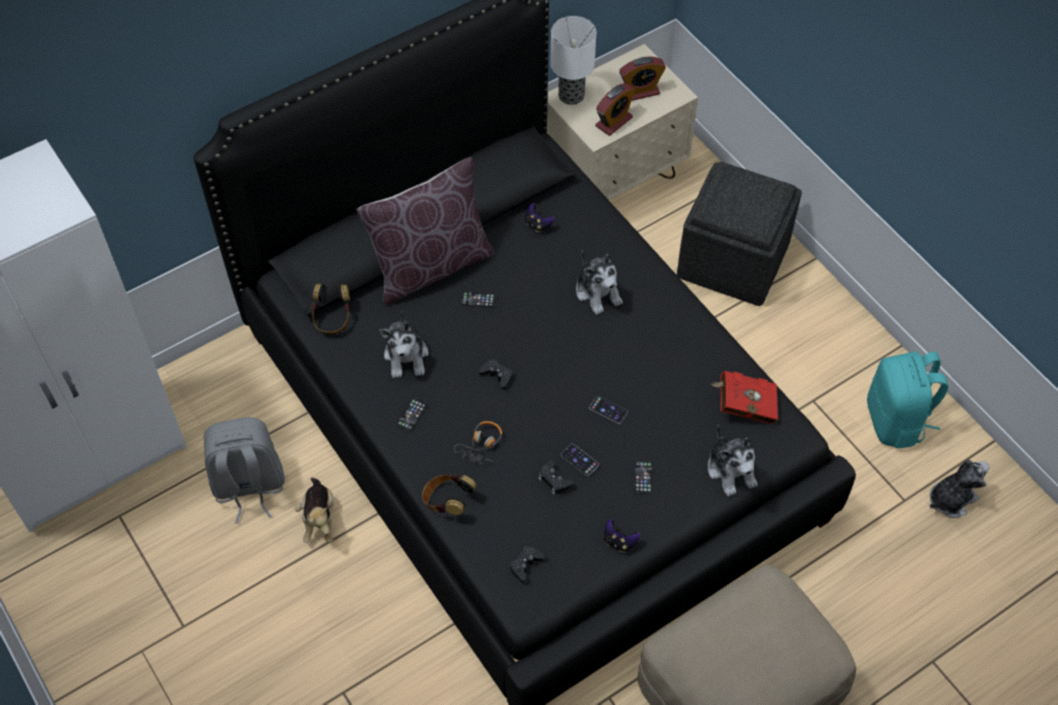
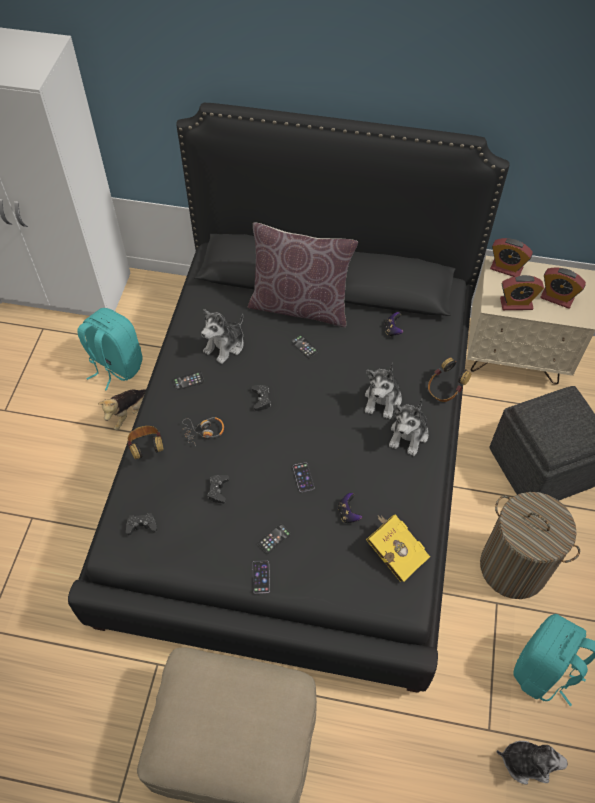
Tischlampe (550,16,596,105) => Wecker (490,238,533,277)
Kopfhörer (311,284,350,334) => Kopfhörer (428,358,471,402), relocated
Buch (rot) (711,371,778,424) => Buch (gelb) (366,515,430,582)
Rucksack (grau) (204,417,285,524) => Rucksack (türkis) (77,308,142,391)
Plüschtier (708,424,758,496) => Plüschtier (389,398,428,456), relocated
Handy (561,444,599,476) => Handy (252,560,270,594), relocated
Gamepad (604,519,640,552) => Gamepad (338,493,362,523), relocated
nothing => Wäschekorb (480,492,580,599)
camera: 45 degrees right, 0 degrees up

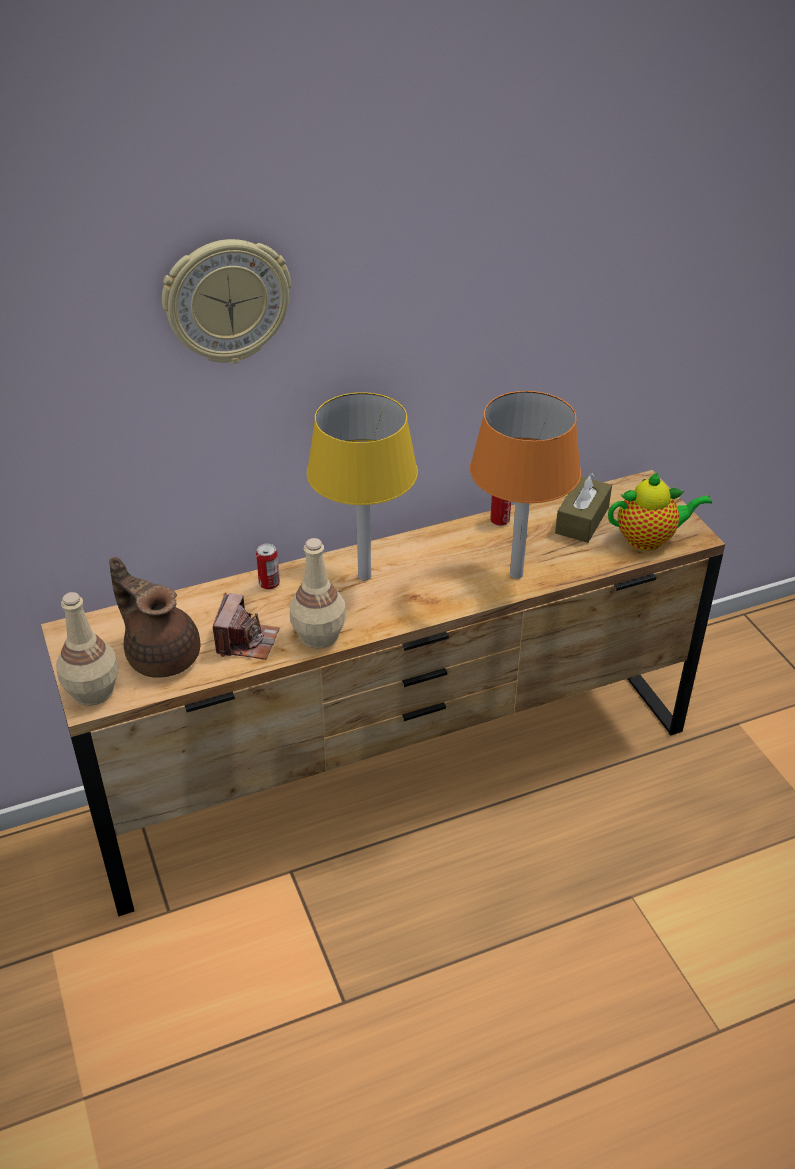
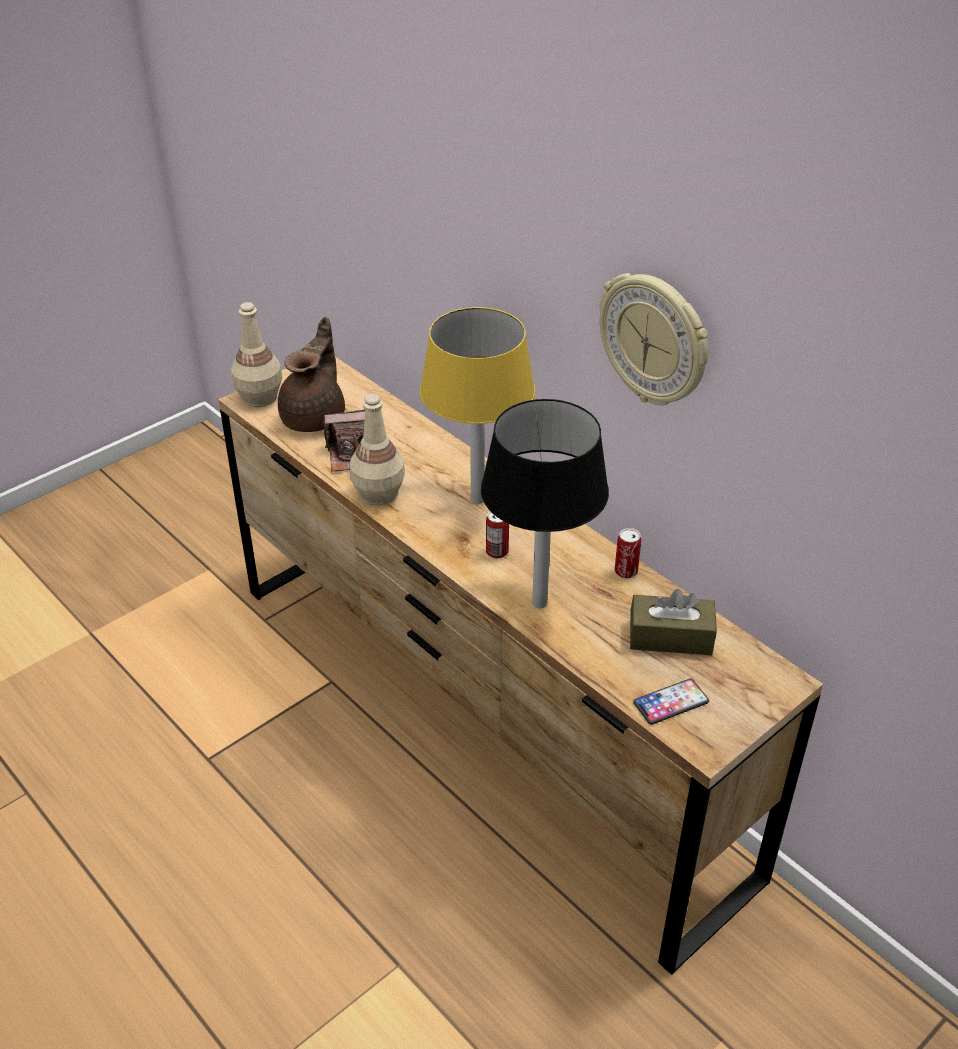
Wanduhr (162,239,291,364) => Wanduhr (599,273,708,405), relocated
Tischlampe (orange) (470,391,581,579) => Tischlampe (schwarz) (481,399,609,608)
Teekanne (608,472,712,551) => Handy (633,678,709,725)
Dose (256,544,280,590) => Dose (486,511,509,559), relocated
camera: 70 degrees right, 0 degrees up

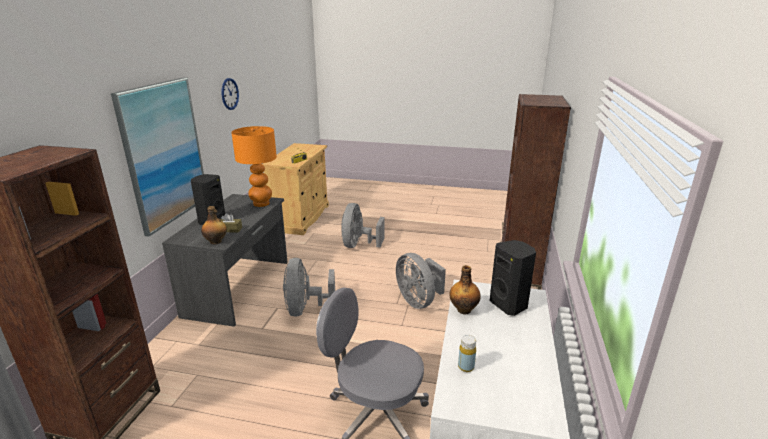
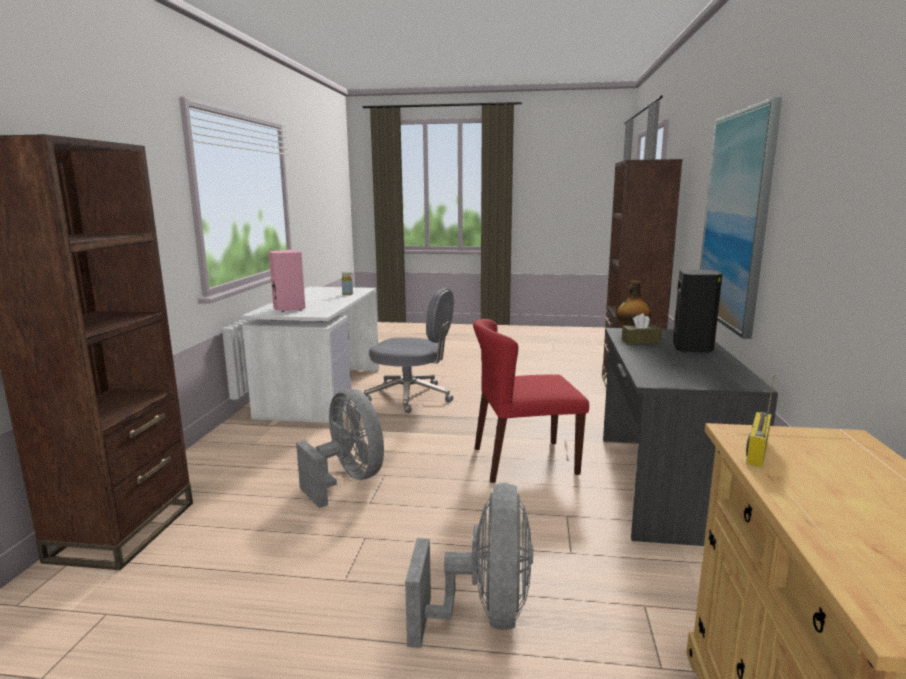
Wanduhr (221,78,239,110) => nothing
Tischlampe (orange) (231,126,277,207) => nothing
Lautsprecher (schwarz) (490,240,536,316) => Lautsprecher (rosa) (269,250,305,312)
Ventilator (grau) (283,258,335,316) => Stuhl (rot) (473,319,589,483)
Flasche (449,265,481,314) => nothing
camera: 175 degrees right, 10 degrees down

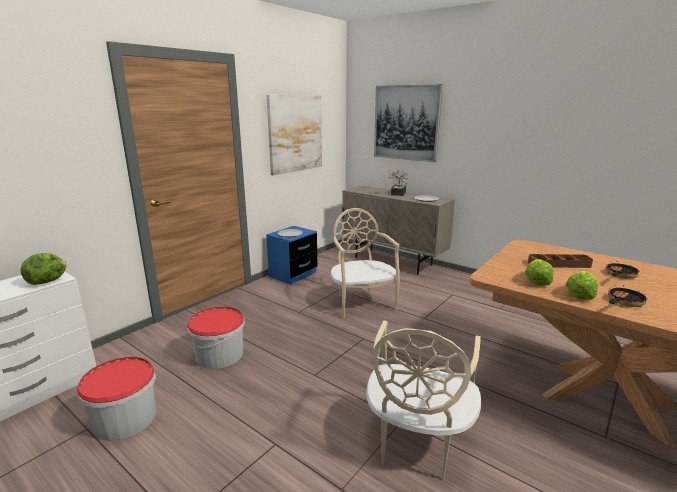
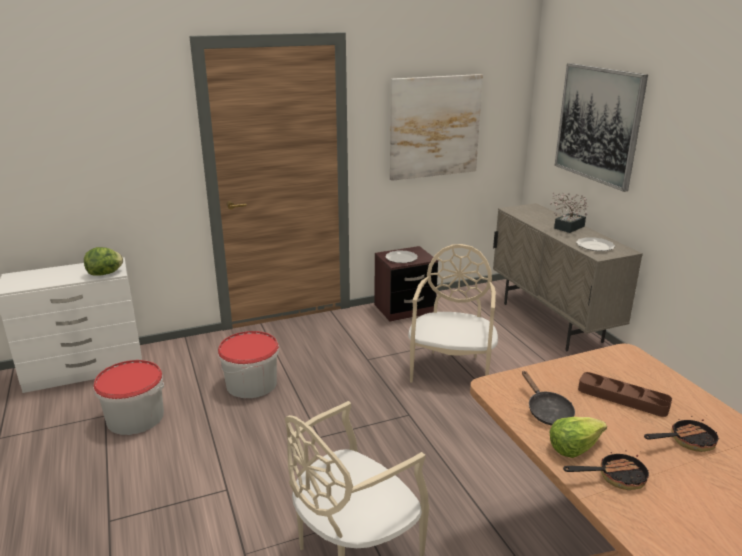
Nachttisch (blau) (266,226,317,285) => Nachttisch (braun) (375,246,438,322)
Salatkopf (525,259,554,286) => Pfanne (schwarz) (522,371,575,426)
camera: 30 degrees right, 5 degrees up

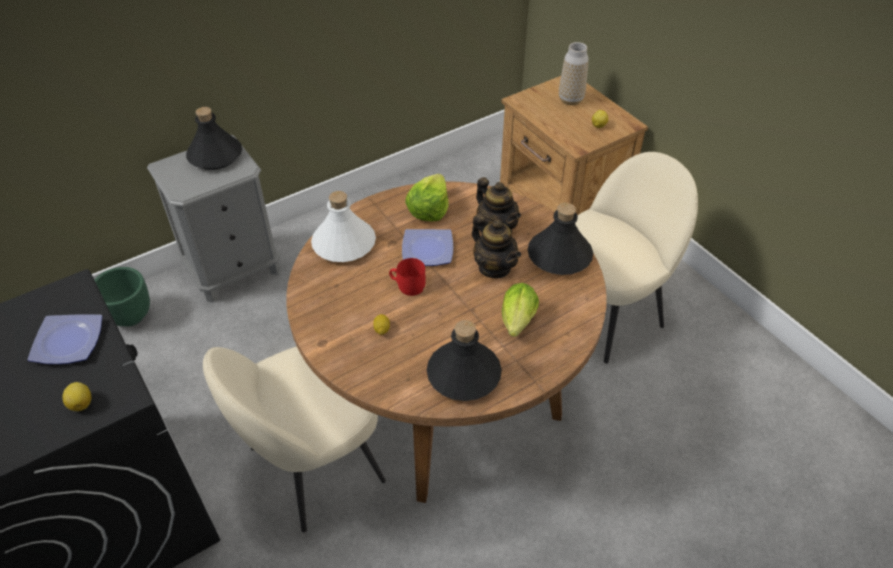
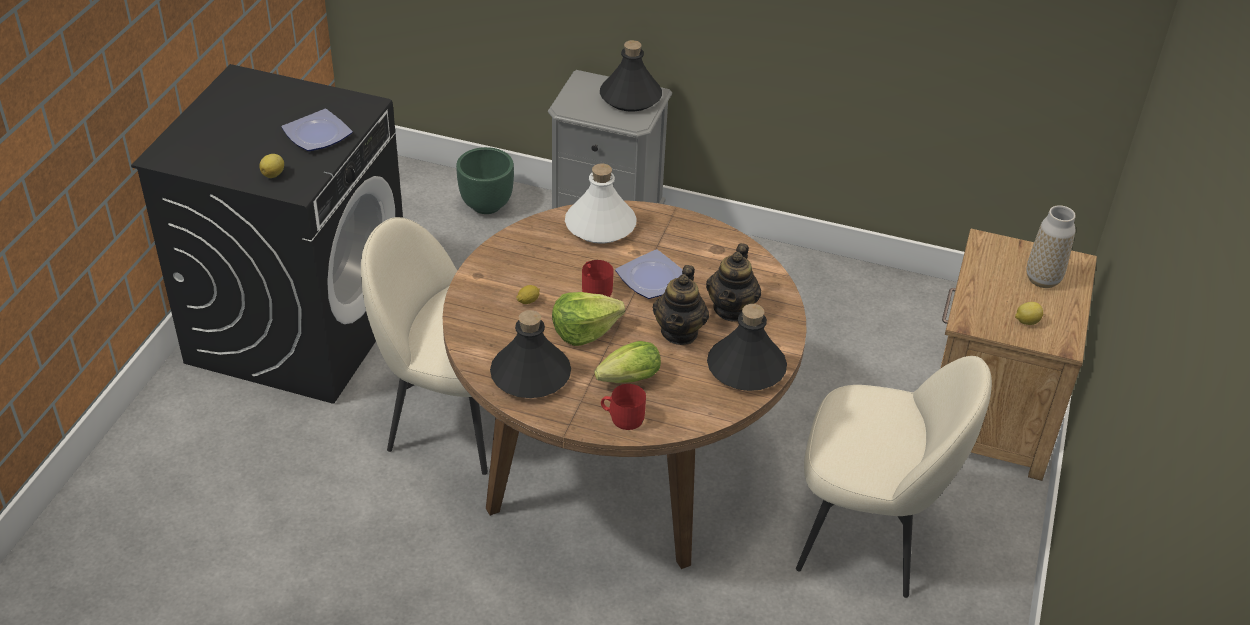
Salatkopf (405,174,448,221) => Salatkopf (552,292,625,346), relocated
nothing => Henkelbecher (rot) (601,384,646,430)
camera: 50 degrees right, 5 degrees down

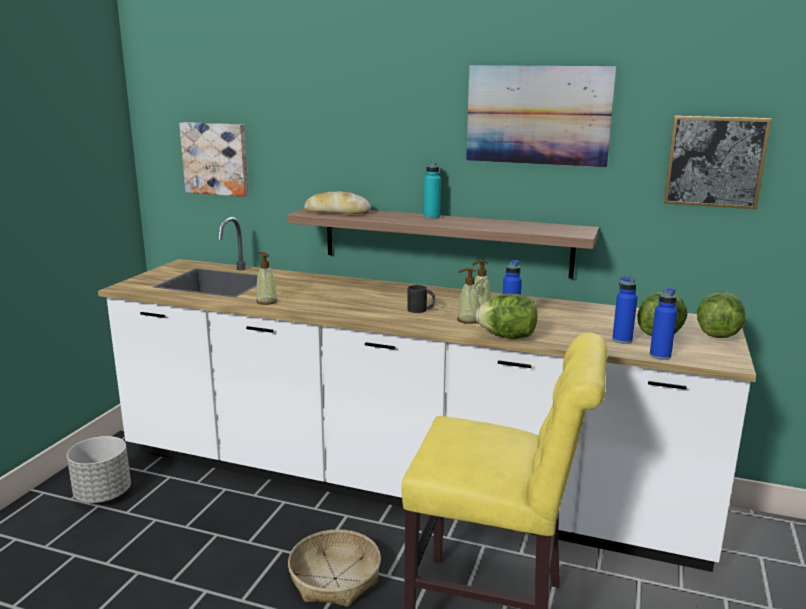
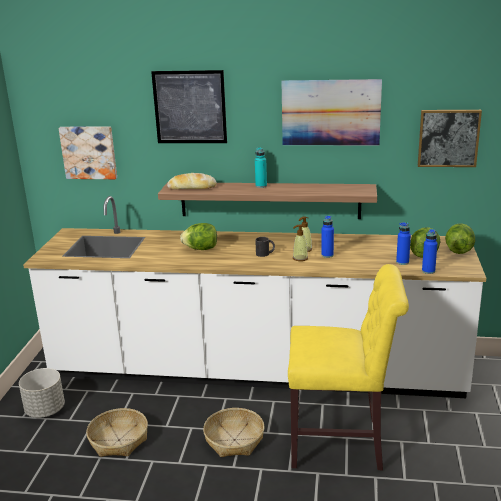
Seifenspender (256,252,278,305) => nothing
Salatkopf (476,294,537,339) => Salatkopf (180,223,217,250), relocated
nothing => Bild (151,70,227,143)
nothing => Korb (86,408,148,457)
camera: 10 degrees left, 5 degrees up

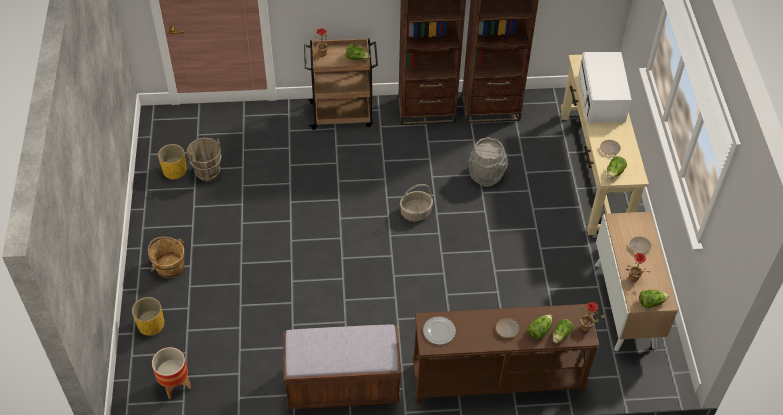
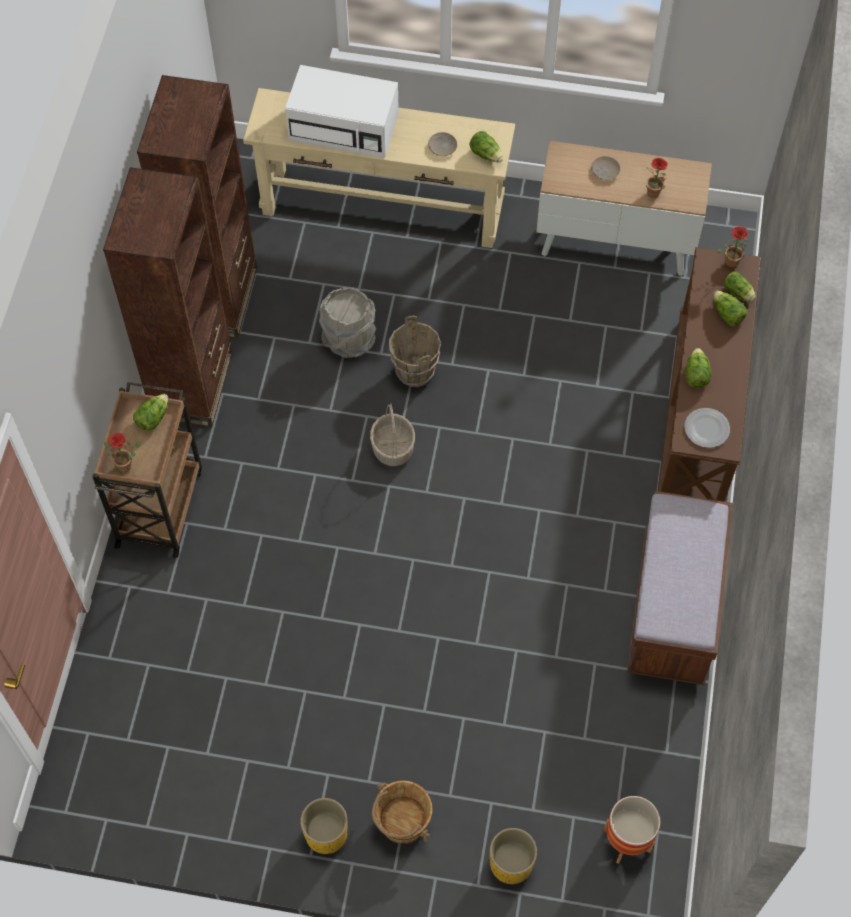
Eimer (braun) (187,138,221,181) => Eimer (braun) (389,316,441,387), relocated
Pflanzkübel (gelb) (158,144,187,180) => Pflanzkübel (gelb) (300,798,348,854), relocated
Salatkopf (639,290,669,308) => Salatkopf (686,348,711,388), relocated
Teller (beige) (496,318,519,338) => nothing
camera: 75 degrees left, 10 degrees up

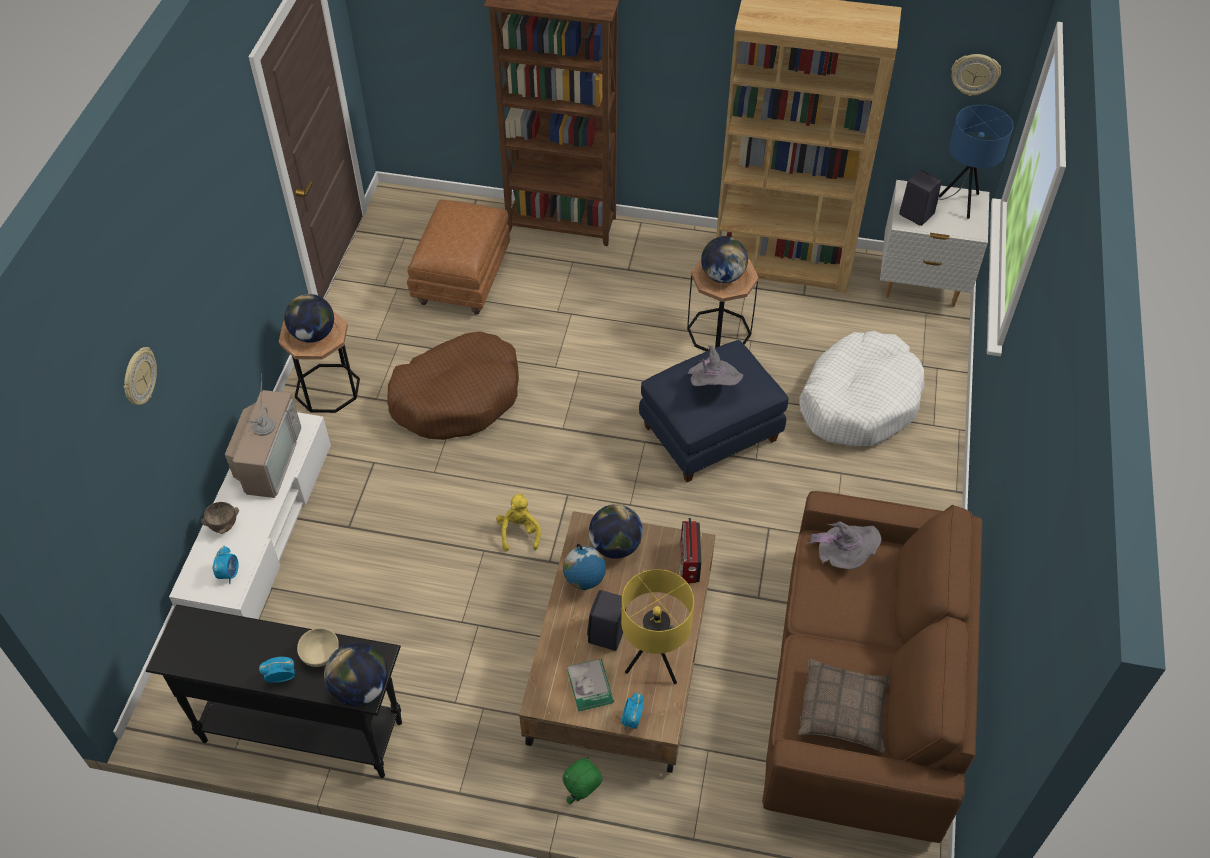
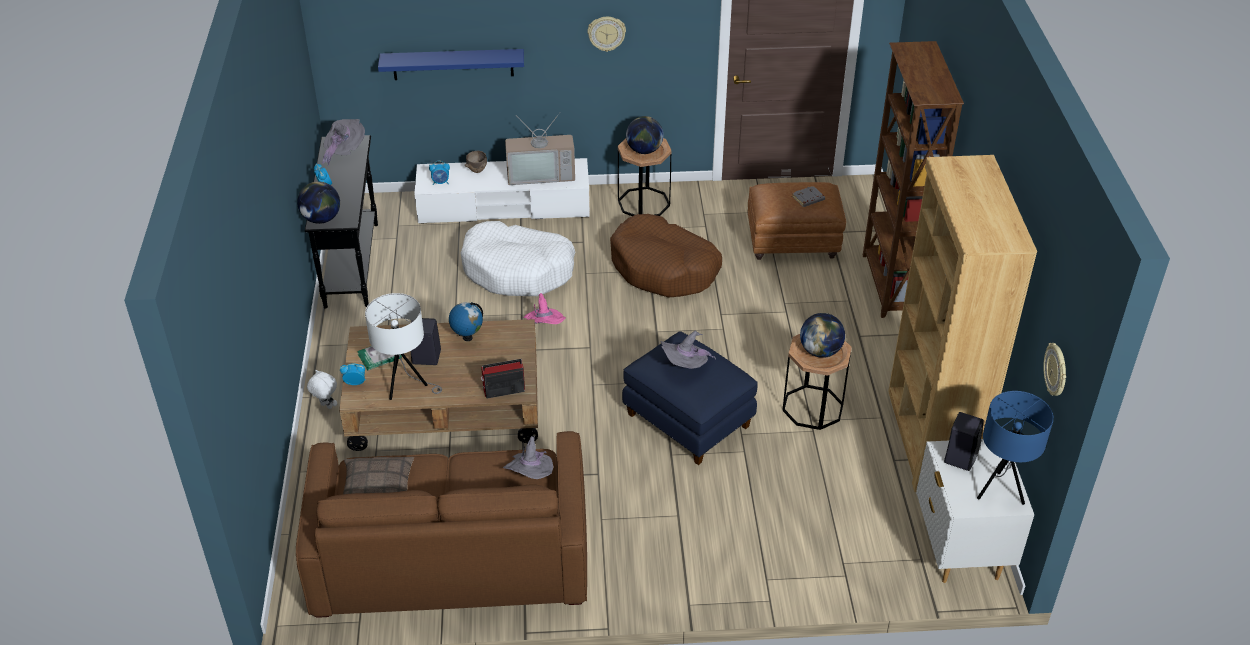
Hundebett (weiß) (799,331,925,446) => Hundebett (weiß) (460,221,575,296), relocated
Wanduhr (124,347,157,405) => Wanduhr (587,17,626,52), relocated
Plüschtier (gelb) (496,493,541,551) => Hut (rosa) (523,293,566,324)
Globus (589,504,643,559) => nothing
Tischlampe (gelb) (621,569,694,684) => Tischlampe (weiß) (365,293,442,400)
Schüssel (beige) (297,628,339,667) => nothing
Plüschtier (grün) (562,756,602,804) => Plüschtier (weiß) (307,370,337,409)
nothing => Wandregal (blau) (378,49,524,80)
nothing => Hut (grau) (322,119,365,166)
nothing => Buch (grau) (792,186,825,207)
camera: 75 degrees right, 10 degrees down

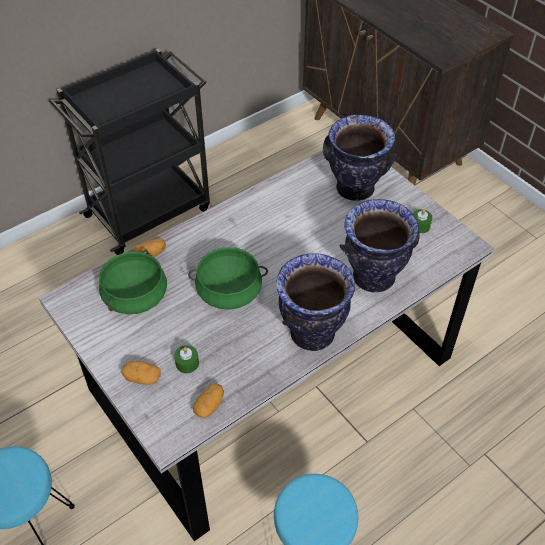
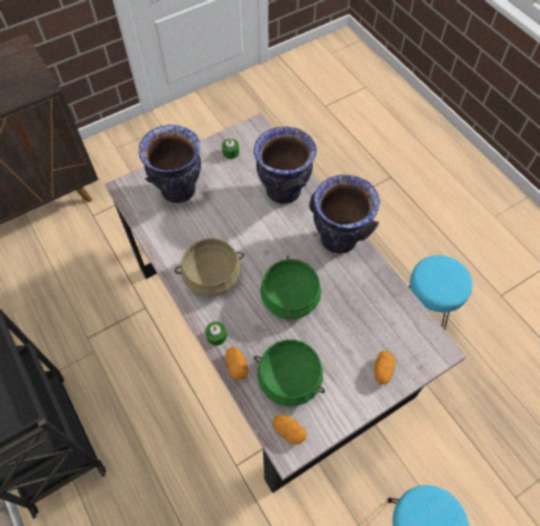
Kerze (grün) (174,345,199,373) => Kerze (grün) (205,321,227,346), relocated
Kartoffel (193,383,224,418) => Kartoffel (272,415,307,445), relocated
nothing => Kochtopf (beige) (175,238,244,297)
camera: 85 degrees left, 10 degrees up

